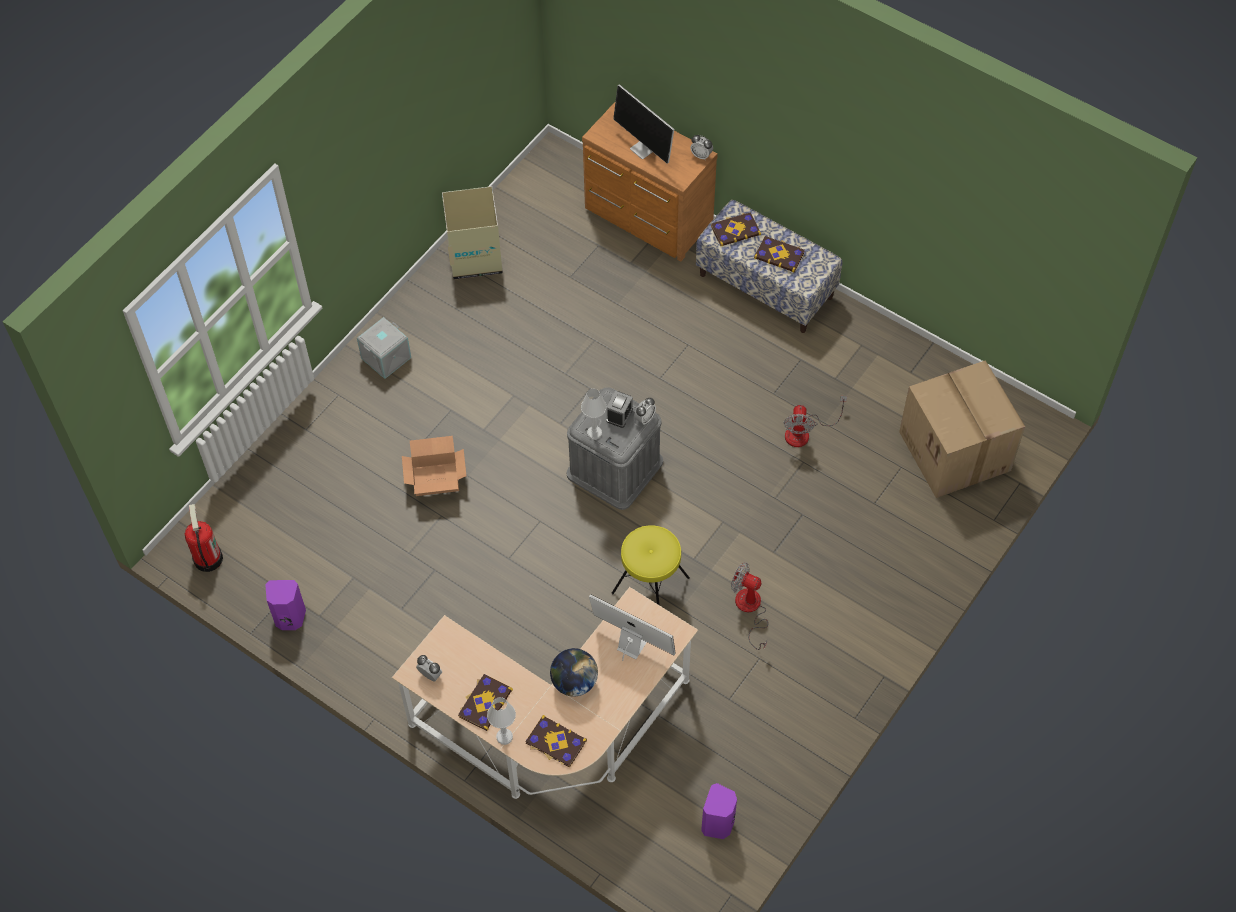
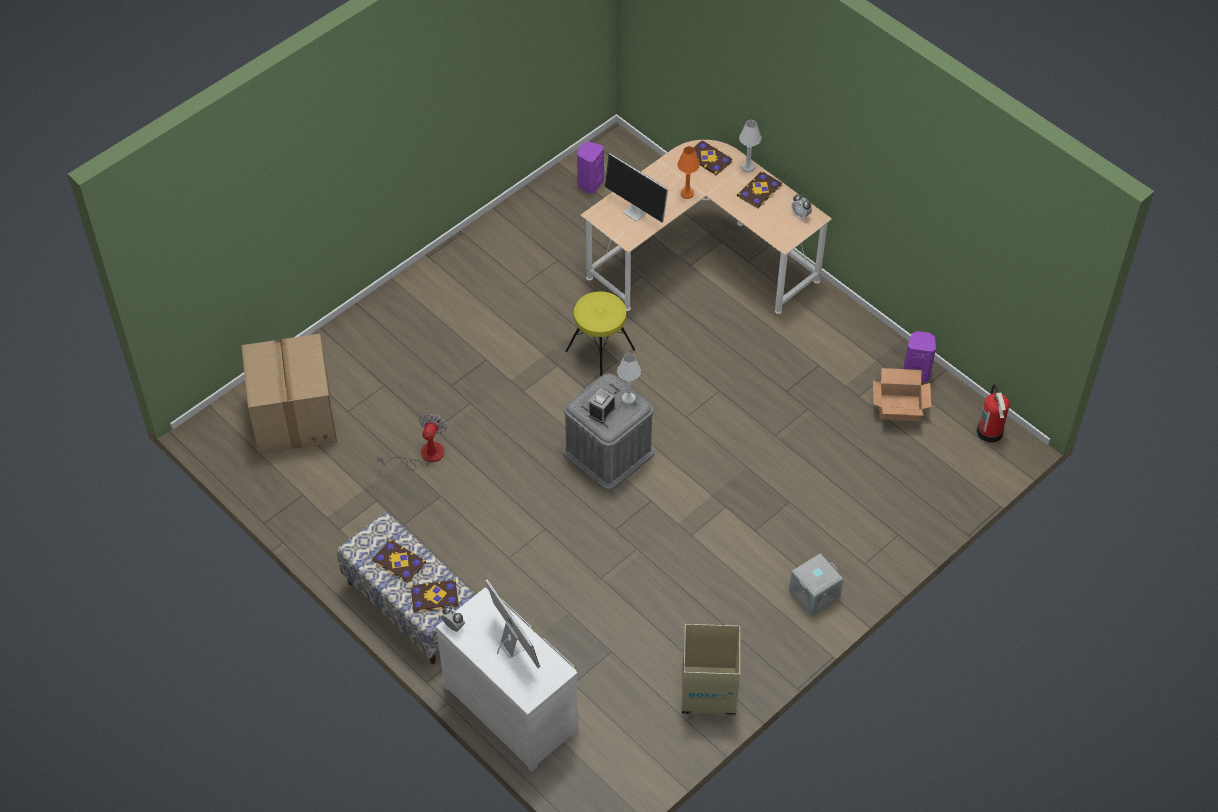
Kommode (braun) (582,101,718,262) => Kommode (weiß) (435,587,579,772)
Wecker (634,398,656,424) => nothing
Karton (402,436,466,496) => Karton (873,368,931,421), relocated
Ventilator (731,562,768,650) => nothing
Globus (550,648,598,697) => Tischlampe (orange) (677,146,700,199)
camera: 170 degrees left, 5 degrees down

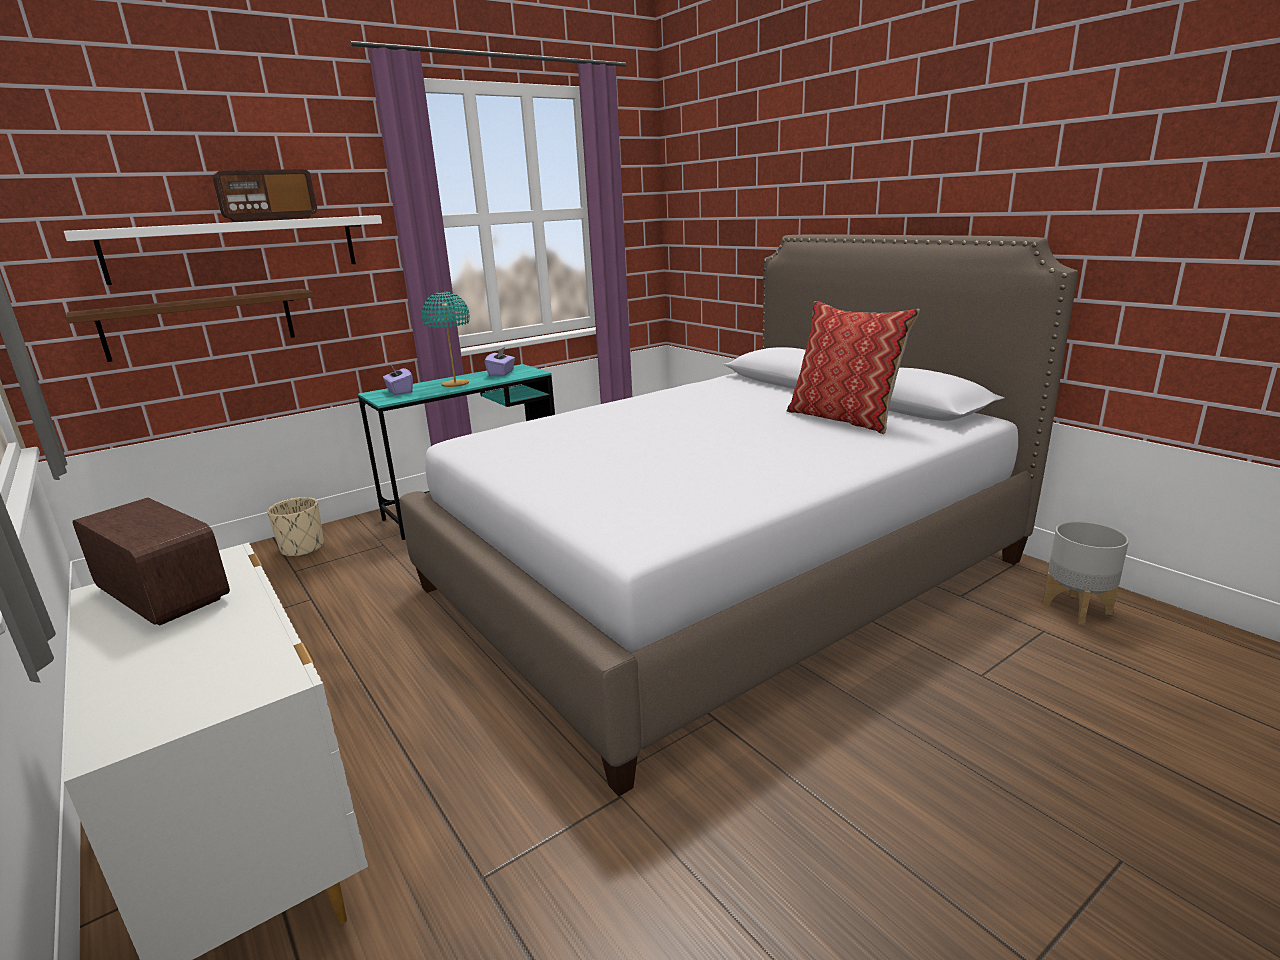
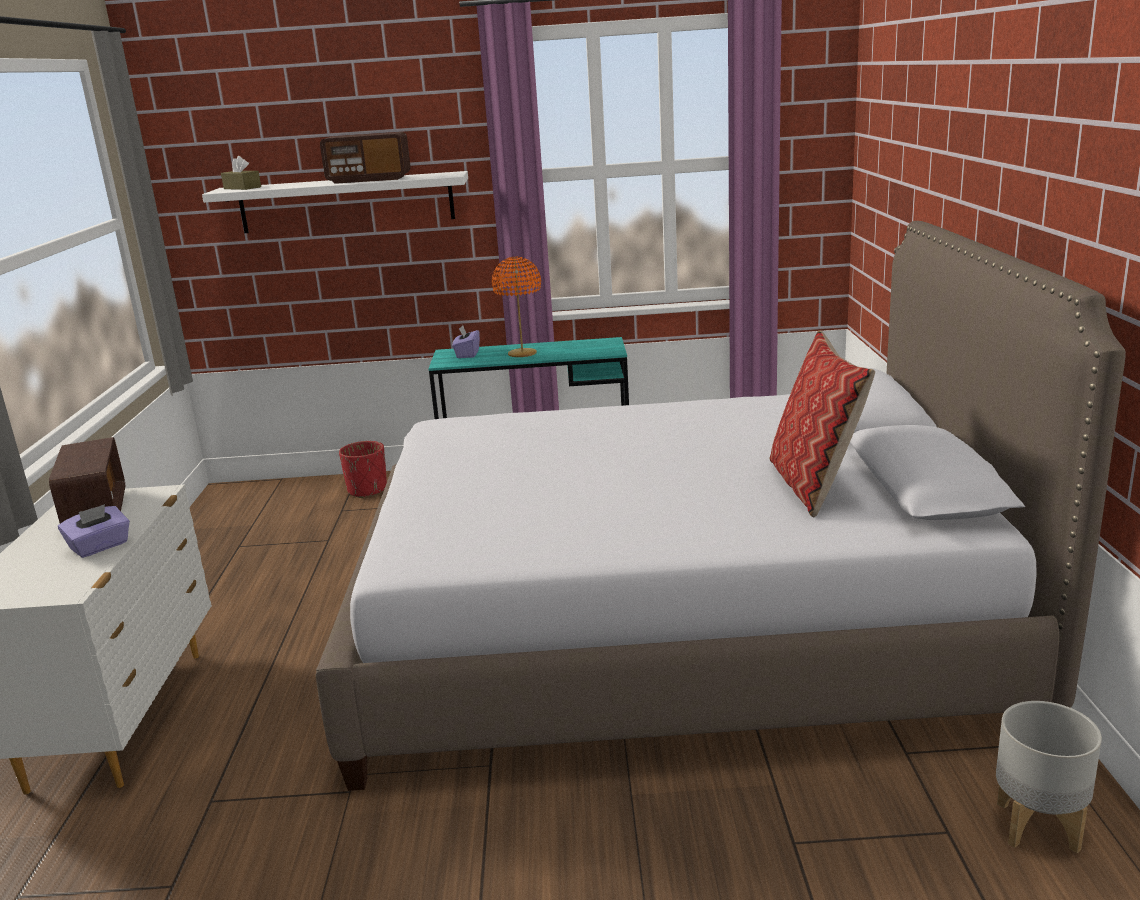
Wandregal (braun) (66,289,314,362) => nothing
Tischlampe (türkis) (422,292,470,387) => Tischlampe (orange) (492,256,541,357)
Taschentuchbox (lila) (484,347,515,376) => Taschentuchbox (lila) (58,504,130,558), relocated
Pflanzkübel (beige) (267,497,324,556) => Pflanzkübel (rot) (339,441,387,498)
nothing => Taschentuchbox (braun) (221,156,261,190)
camera: 35 degrees right, 0 degrees up

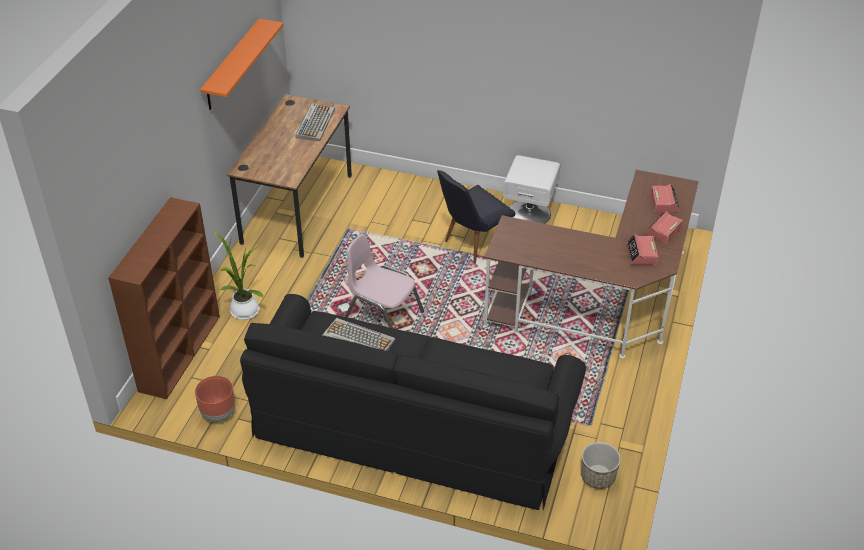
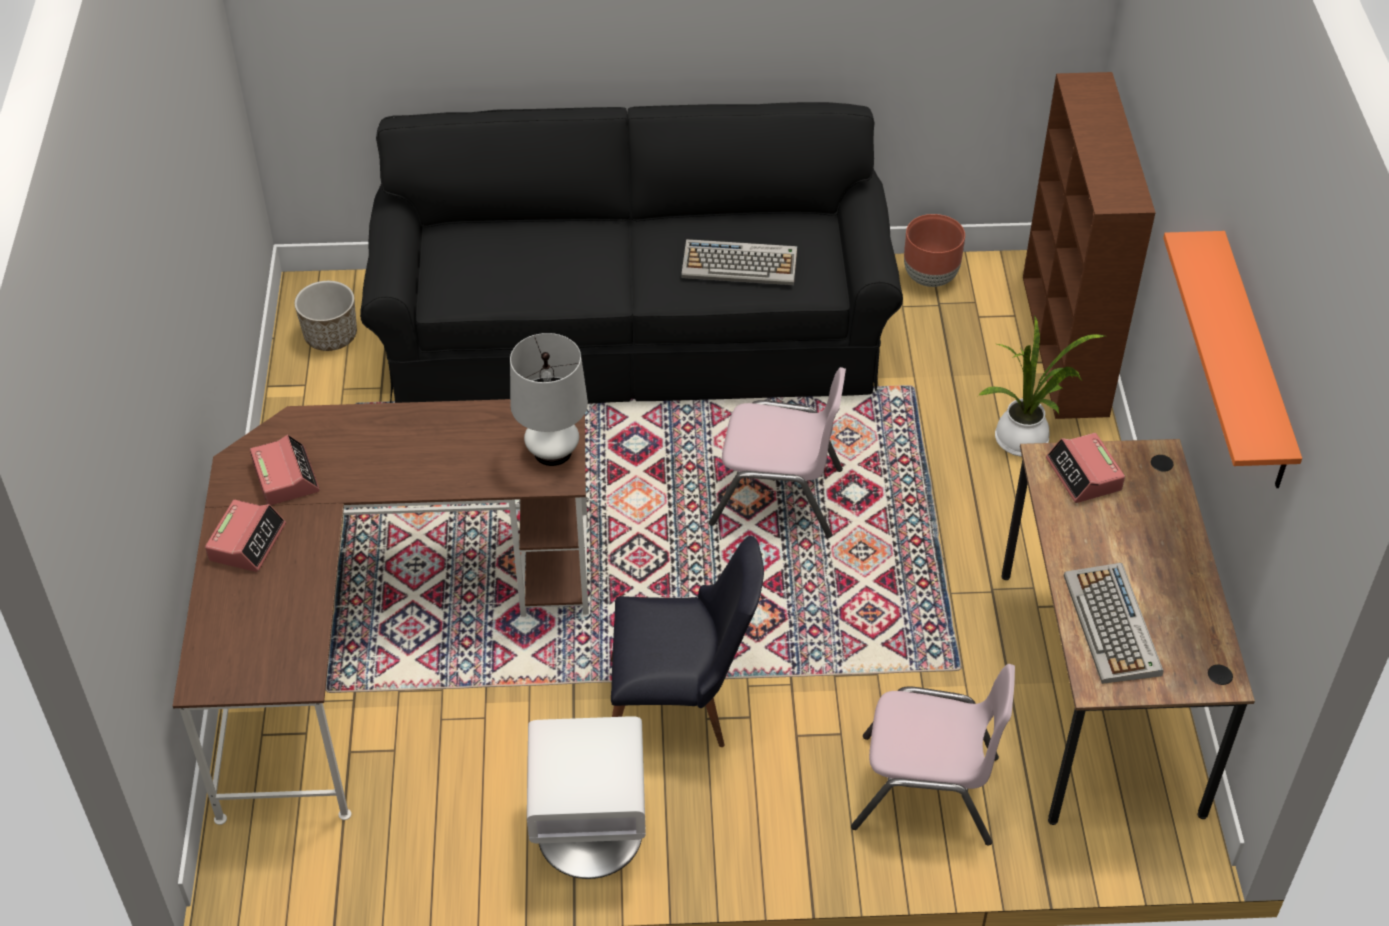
Stuhl (schwarz) (437,170,516,264) => Stuhl (schwarz) (611,536,764,747), 60 degrees clockwise
Wecker (651,184,680,212) => Wecker (1046,433,1125,503), relocated
nothing => Tischlampe (weiß) (510,333,588,466)
nothing => Stuhl (rosa) (851,664,1015,846)
camera: 160 degrees right, 5 degrees up

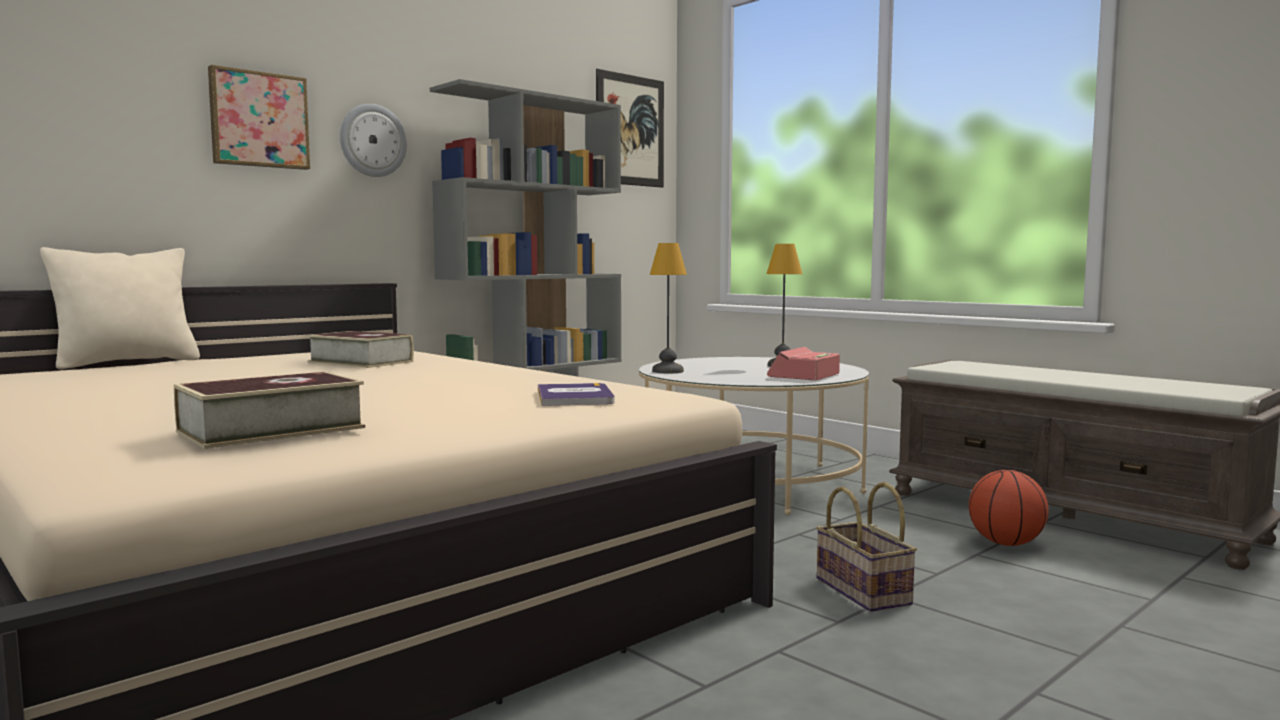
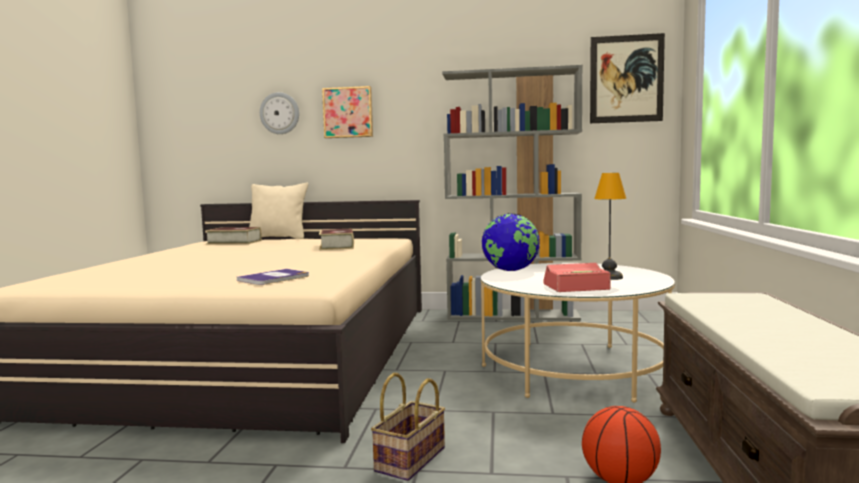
Wanduhr (340,104,407,177) => Wanduhr (260,92,299,134), relocated
Tischlampe (650,243,687,374) => Globus (482,213,540,271)
Buch (174,372,365,449) => Buch (205,227,262,245), relocated
camera: 50 degrees right, 0 degrees up

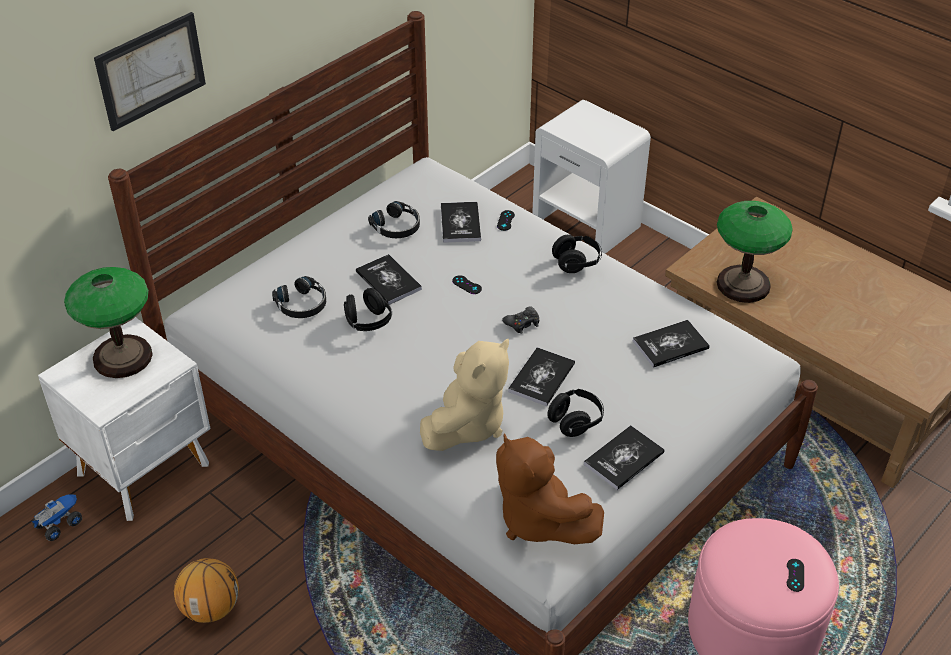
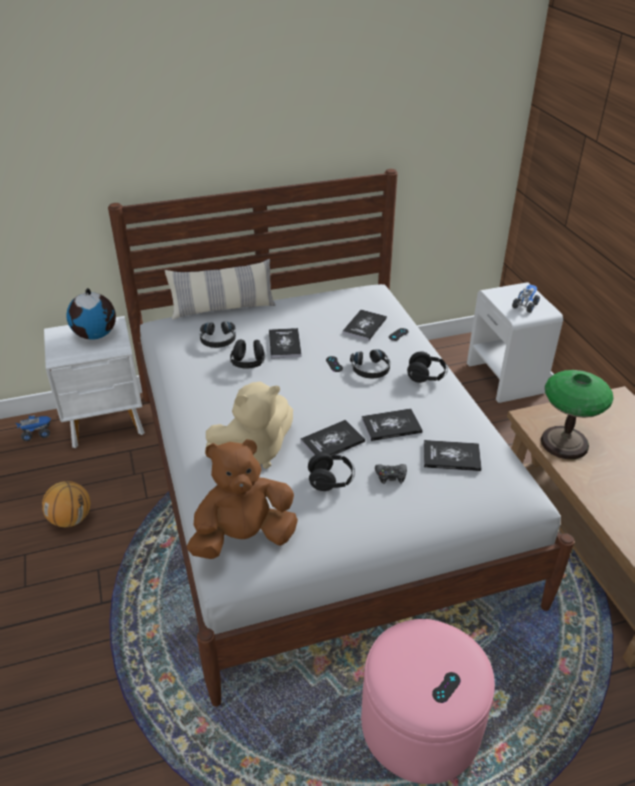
Bild (94,12,206,131) => nothing
Kopfhörer (schwarz) (368,201,420,238) => Kopfhörer (schwarz) (350,349,390,378), relocated
Tischlampe (64,267,153,378) => Globus (66,288,116,340)
Gamepad (schwarz) (502,306,539,334) => Gamepad (schwarz) (375,464,407,484), relocated
Buch (584,425,665,490) => Buch (361,408,423,441), relocated
Plüschtier (braun) (496,434,604,544) => Plüschtier (braun) (187,439,298,559), 75 degrees clockwise
nothing => Kissen (165,259,276,320)
nothing => Spielzeuglaster (512,285,540,313)
camera: 30 degrees right, 5 degrees down

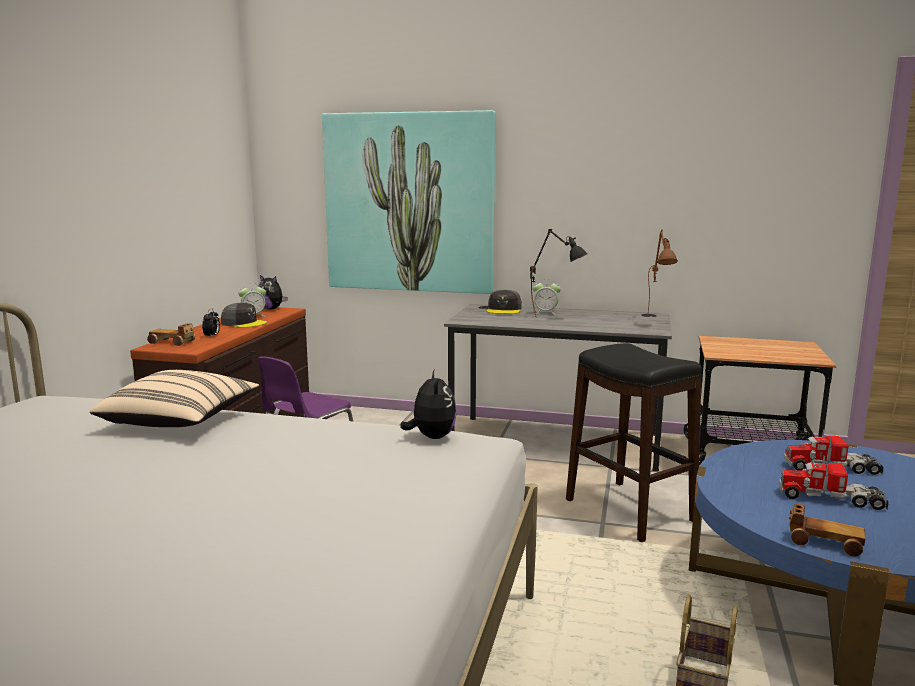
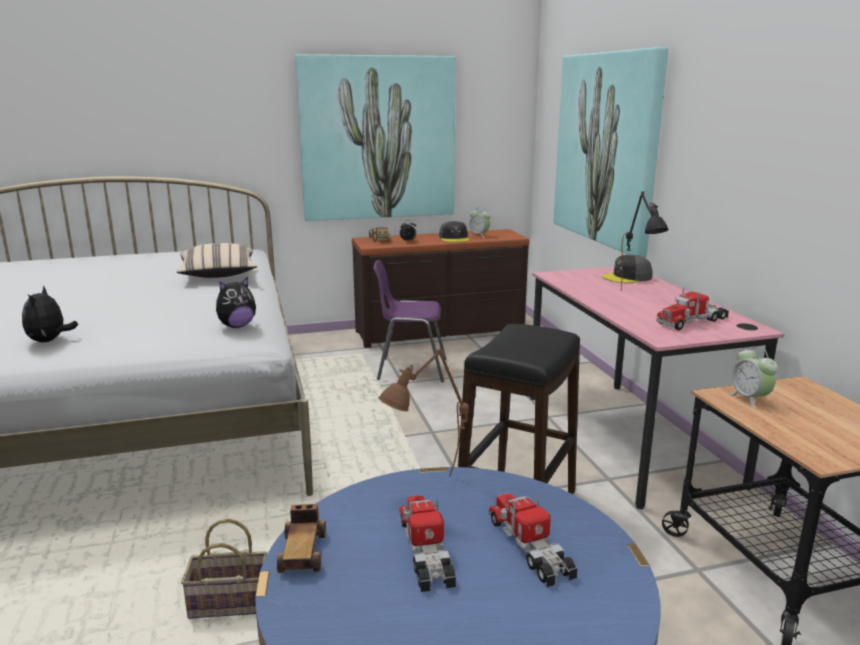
Tischlampe (braun) (647,229,678,317) => Tischlampe (braun) (378,349,469,476), relocated
Plüschtier (258,275,287,310) => Plüschtier (22,286,78,342), relocated
Wecker (533,279,561,315) => Wecker (729,346,778,408), relocated
Schreibtisch (grau) (444,304,672,472) => Schreibtisch (rosa) (530,267,784,509)
nothing => Bild (295,54,456,221)
nothing => Spielzeuglaster (656,287,729,330)
camera: 60 degrees right, 5 degrees up

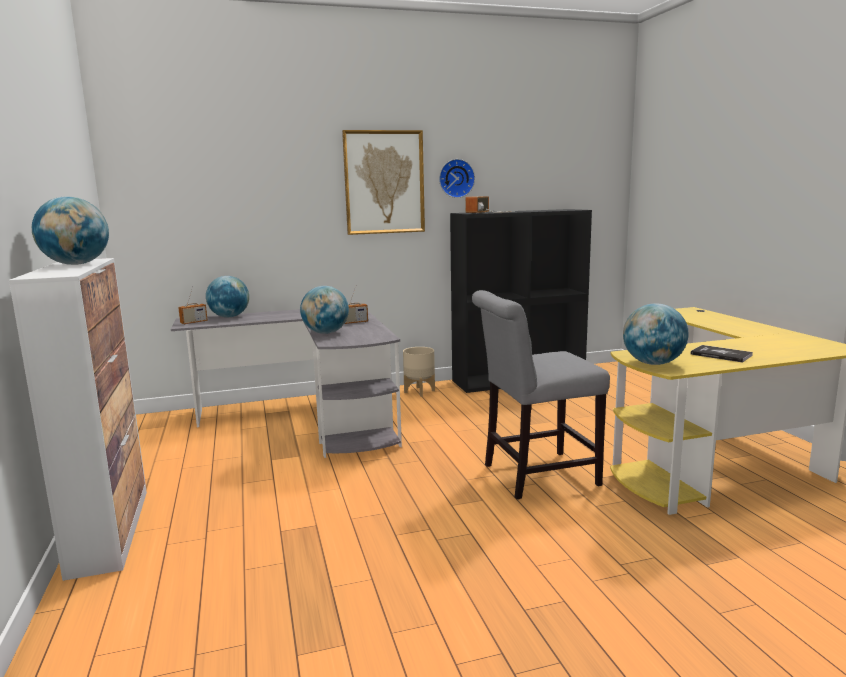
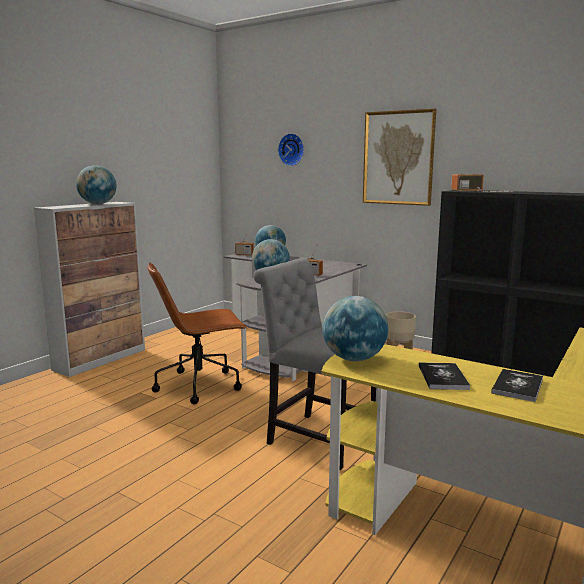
Wanduhr (439,159,475,198) => Wanduhr (278,133,304,166), relocated
nothing => Bürostuhl (braun) (147,262,247,404)
nothing => Buch (491,369,543,402)
camera: 50 degrees right, 0 degrees up

